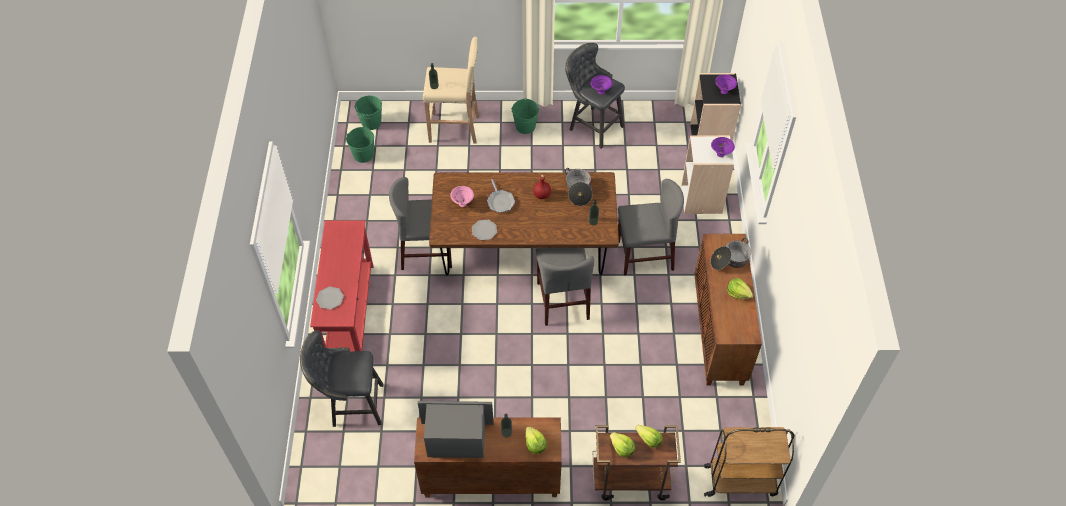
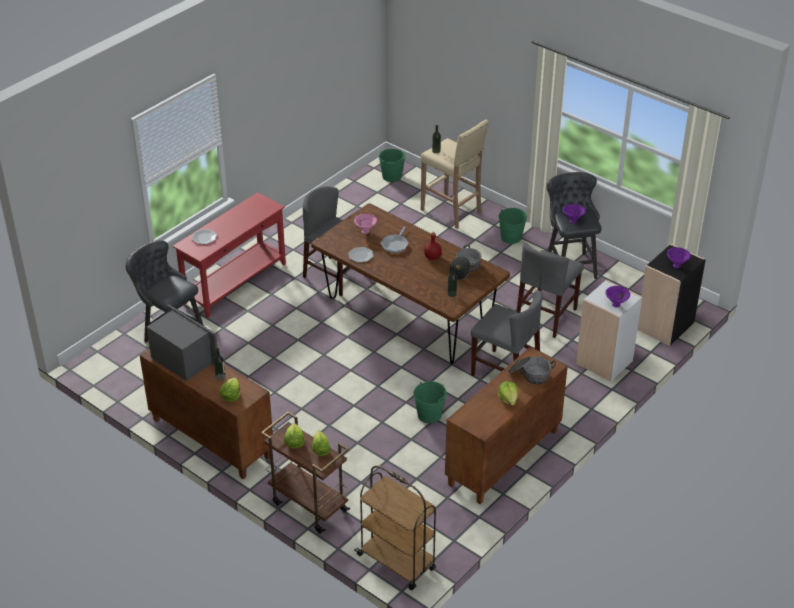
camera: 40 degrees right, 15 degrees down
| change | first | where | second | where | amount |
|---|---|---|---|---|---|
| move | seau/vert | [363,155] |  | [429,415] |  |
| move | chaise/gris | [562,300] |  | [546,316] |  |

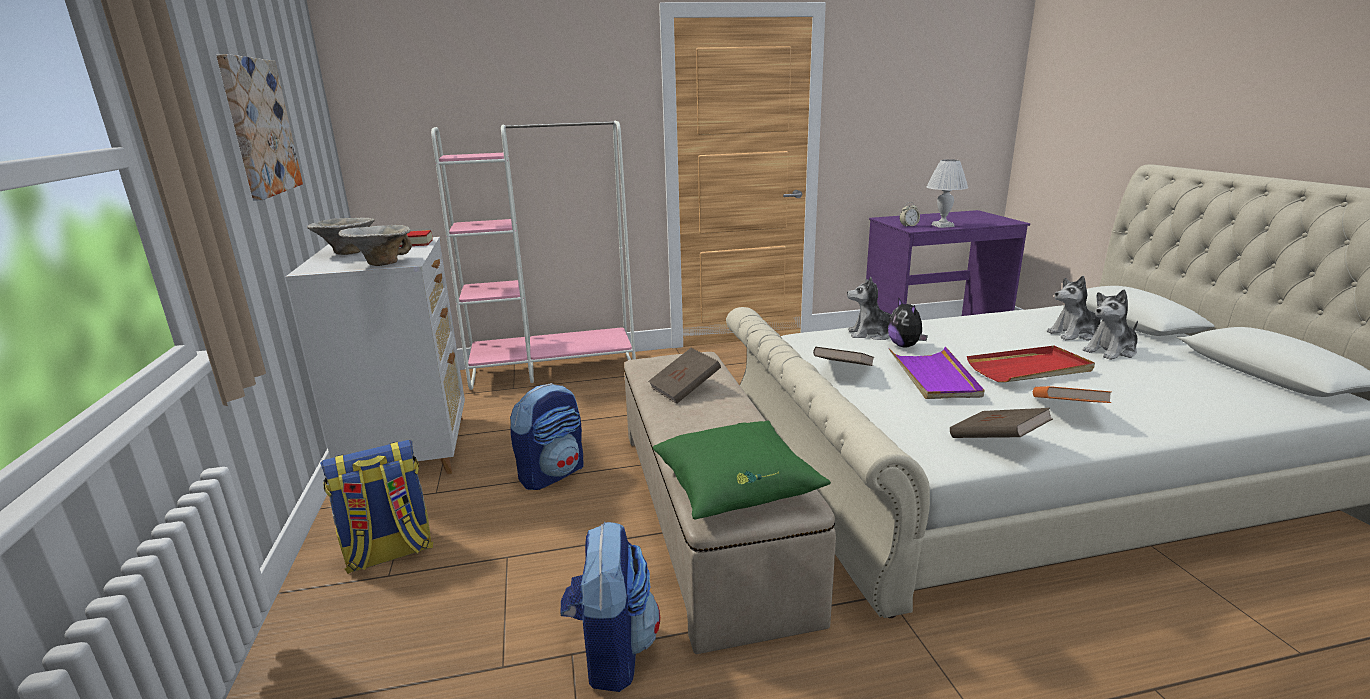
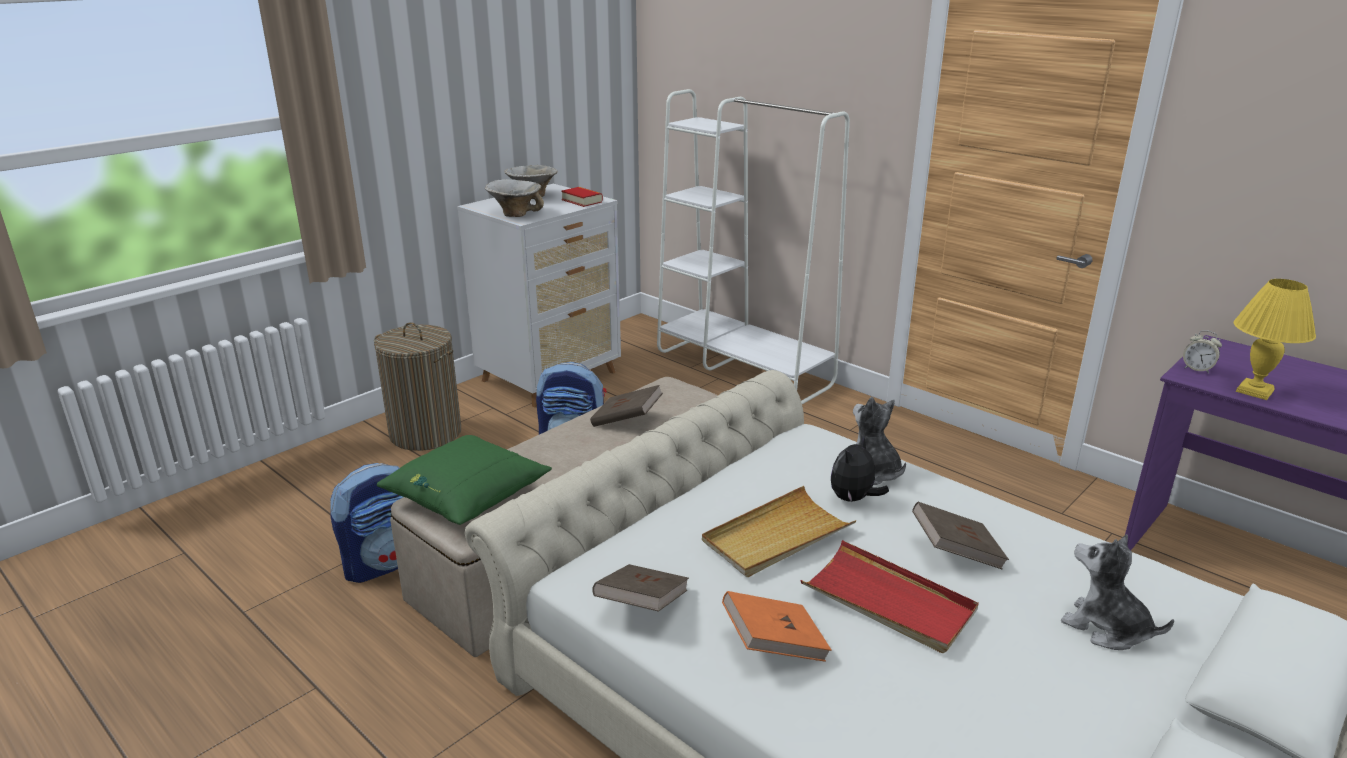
camera: 55 degrees right, 5 degrees up
| change | first | where | second | where | amount |
|---|---|---|---|---|---|
| delete | tableau | [258,127] |  |  |  |
| replace | sac à dos | [389,553] | panier à linge | [425,433] |  |
| recolor | portant/rose | [554,372] | portant/blanc | [744,370] |  |
| move | livre/marron | [843,371] |  | [956,552] |  |
| recolor | plateau/violet | [934,376] | plateau/beige | [777,536] |  |
| recolor | lampe de table/blanc | [943,226] | lampe de table/jaune | [1255,391] |  |
| delete | peluche | [1111,351] |  |  |  |

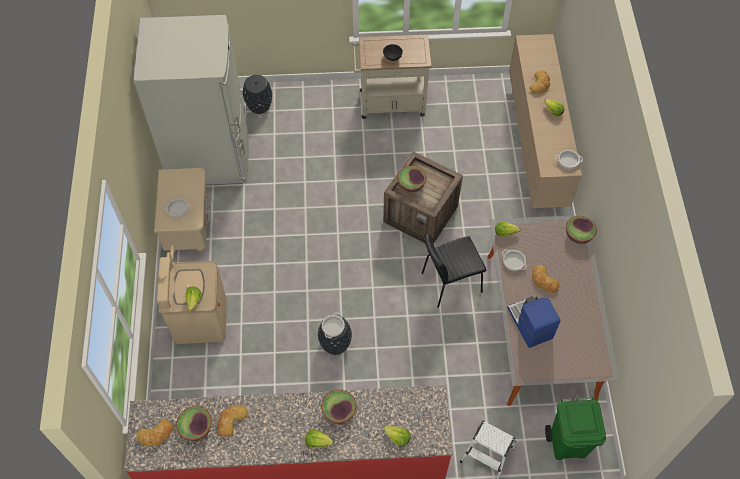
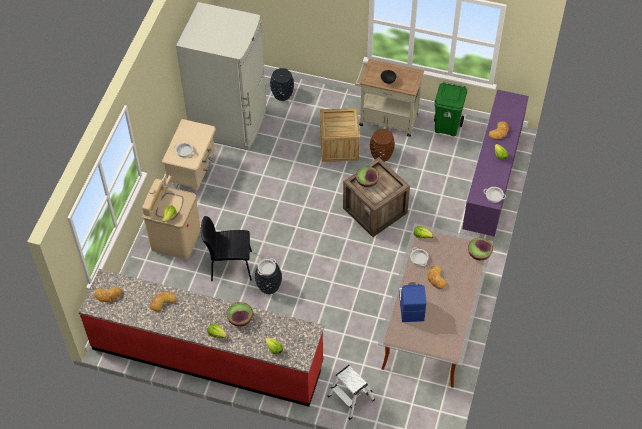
camera: 20 degrees right, 5 degrees down
| change | first | where | second | where | amount |
|---|---|---|---|---|---|
| delete | bol | [196,428] |  |  |  |
| move | chaise/noir | [449,283] |  | [229,266] |  |
| recolor | meuble de rangement/beige | [536,146] | meuble de rangement/violet | [492,185] |  |
| move | poubelle/vert | [568,444] |  | [447,127] |  |
| insert |  |  | caisse | [339,146] |  |
| insert |  |  | tabouret/marron | [381,154] |  |

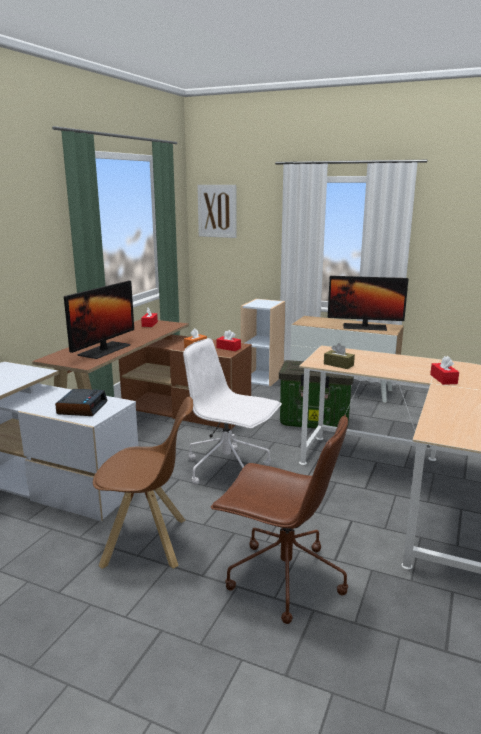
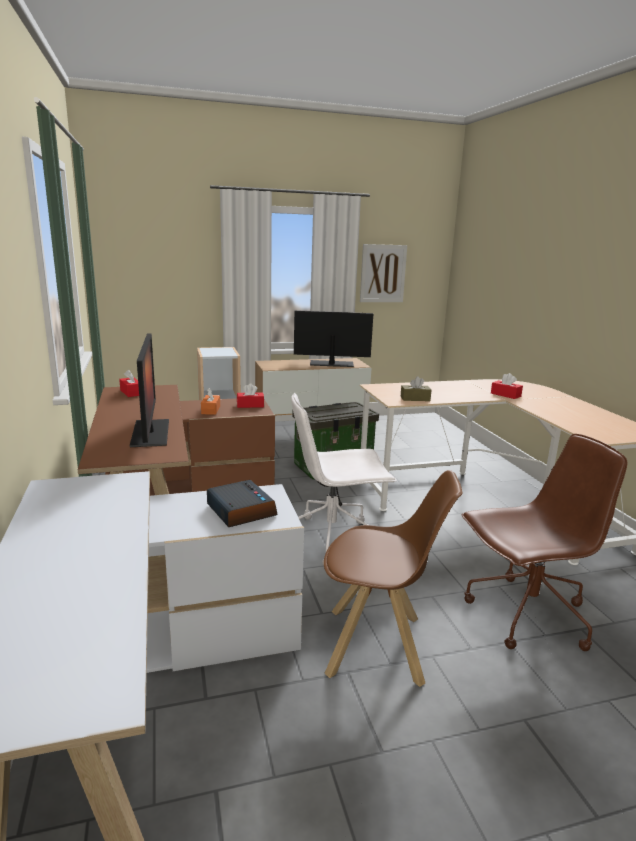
camera: 40 degrees left, 0 degrees up
| change | first | where | second | where | amount |
|---|---|---|---|---|---|
| rotate | chaise/marron | [148,542] |  | [378,646] | 45 degrees clockwise |
| move | tableau | [217,211] |  | [383,273] |  |
| rotate | écran d'ordinateur | [364,327] |  | [331,364] | 150 degrees counterclockwise |

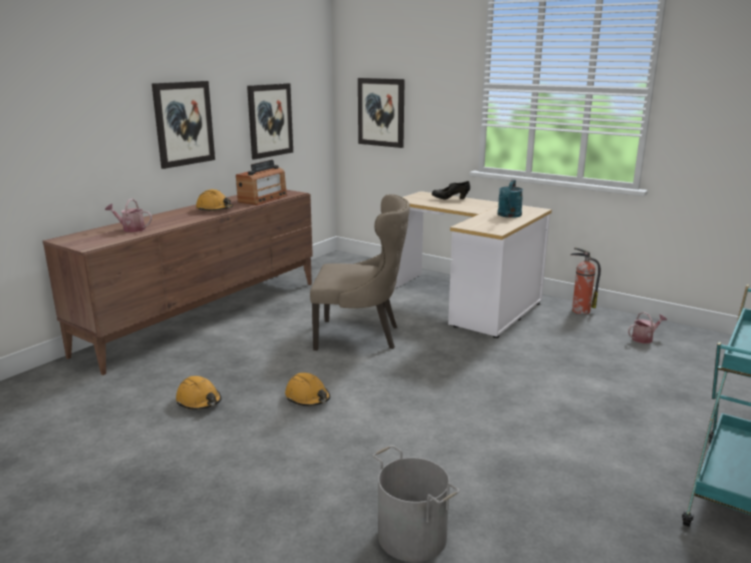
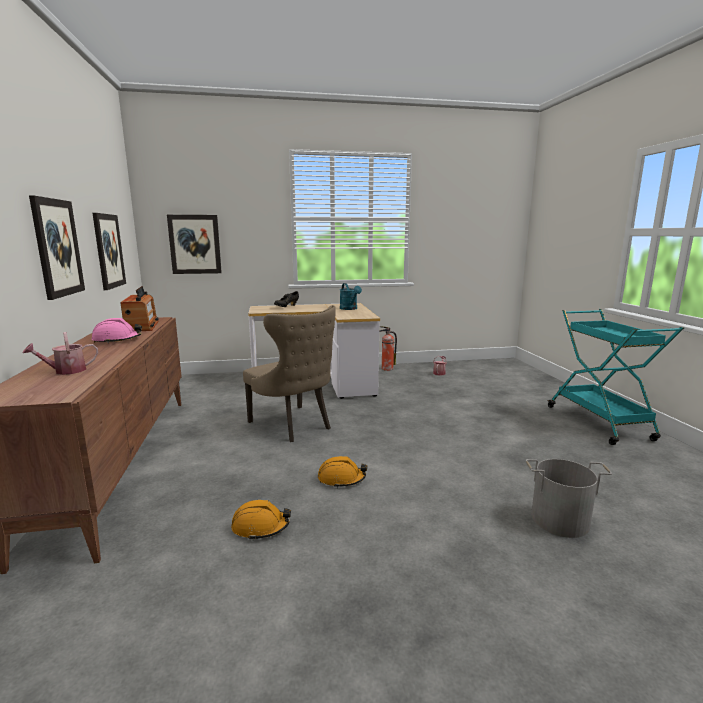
camera: 45 degrees left, 5 degrees down
| change | first | where | second | where | amount |
|---|---|---|---|---|---|
| recolor | casque de chantier/orange | [215,209] | casque de chantier/rose | [117,340] |  |
| rotate | chaise/beige | [361,336] |  | [294,425] | 90 degrees clockwise |

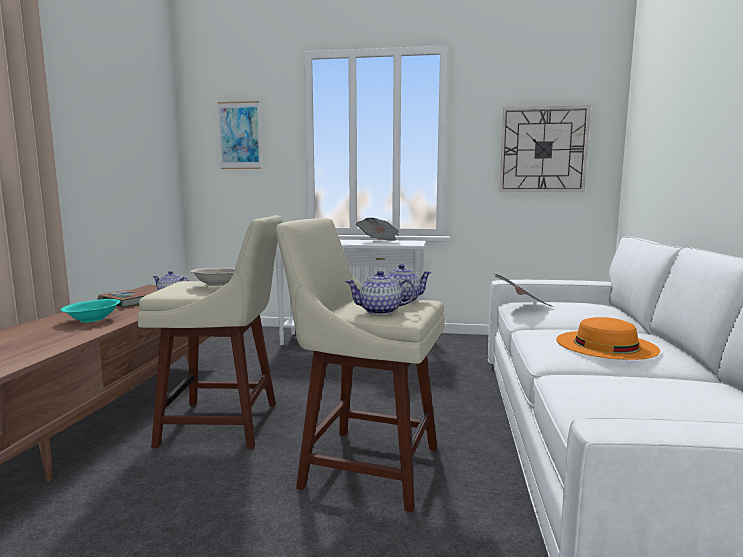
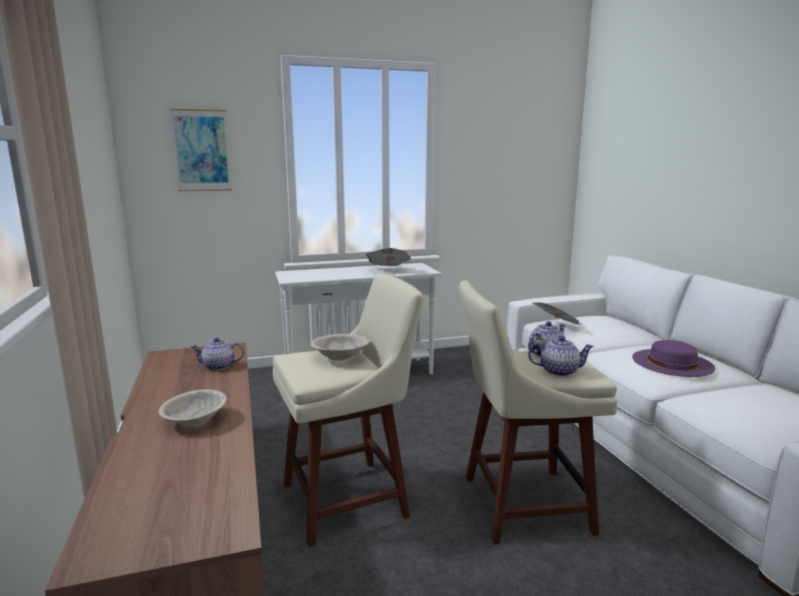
camera: 25 degrees left, 5 degrees up
| change | first | where | second | where | amount |
|---|---|---|---|---|---|
| recolor | bol/turquoise | [93,320] | bol/beige | [195,420] |  |
| delete | livre | [126,302] |  |  |  |
| rotate | théière | [380,311] |  | [558,371] | 150 degrees counterclockwise |
| delete | horloge murale | [543,150] |  |  |  |
| recolor | chapeau/orange | [606,344] | chapeau/violet | [672,362] |  |

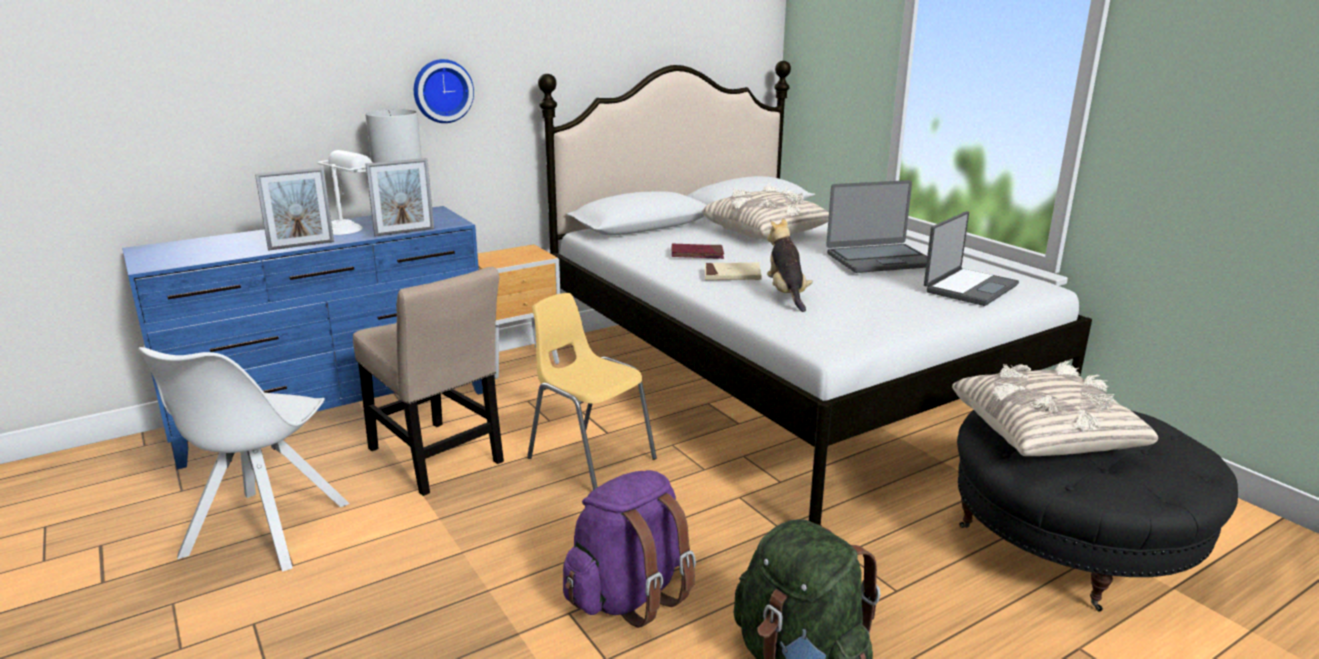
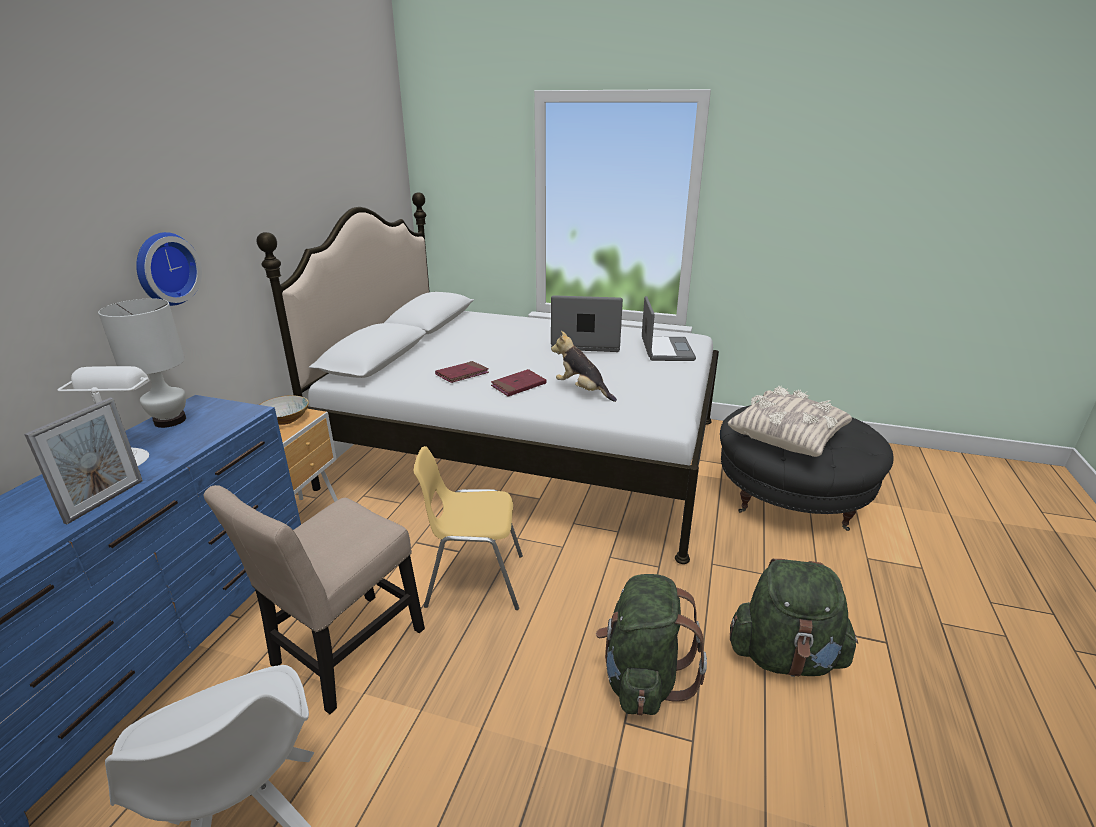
camera: 40 degrees left, 5 degrees up
| change | first | where | second | where | amount |
|---|---|---|---|---|---|
| rotate | chaise/beige | [437,459] |  | [344,653] | 120 degrees clockwise |
| delete | cadre photo | [404,232] |  |  |  |
| recolor | sac à dos/violet | [630,595] | sac à dos/vert | [643,678] |  |
| delete | coussin/beige | [764,234] |  |  |  |
| recolor | livre/beige | [732,275] | livre/rouge | [518,385] |  |
| rotate | ordinateur portable | [879,259] |  | [586,343] | 120 degrees counterclockwise |
| insert |  |  | bol | [285,420] |  |

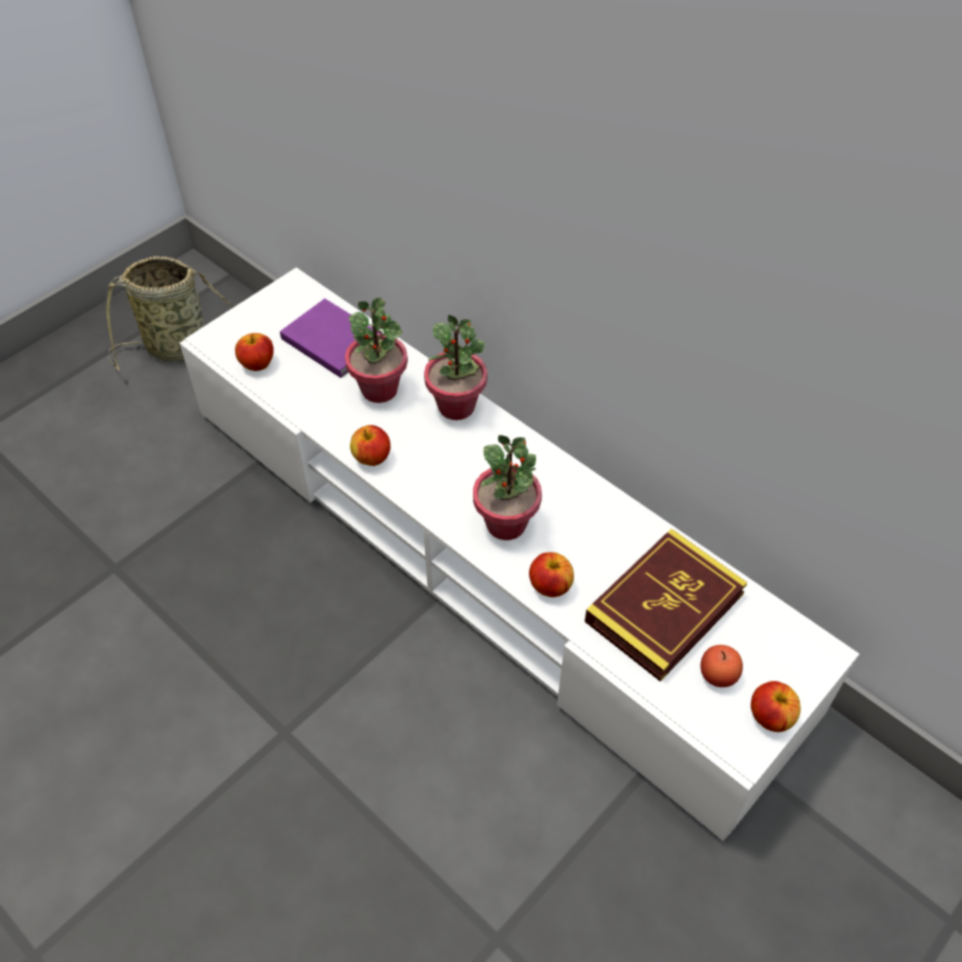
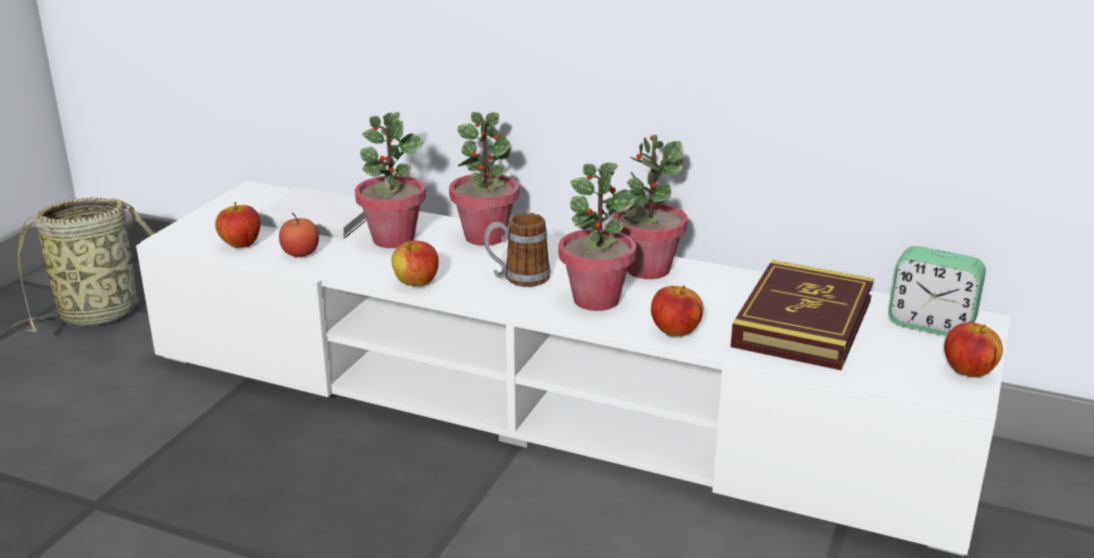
camera: 20 degrees left, 25 degrees down
| change | first | where | second | where | amount |
|---|---|---|---|---|---|
| recolor | livre/violet | [332,339] | livre/blanc | [317,216] |  |
| move | pomme | [718,675] |  | [300,253] |  |
| insert |  |  | mug | [517,278] |  |
| insert |  |  | plante en pot | [647,269] |  |
| insert |  |  | réveil | [930,324] |  |

